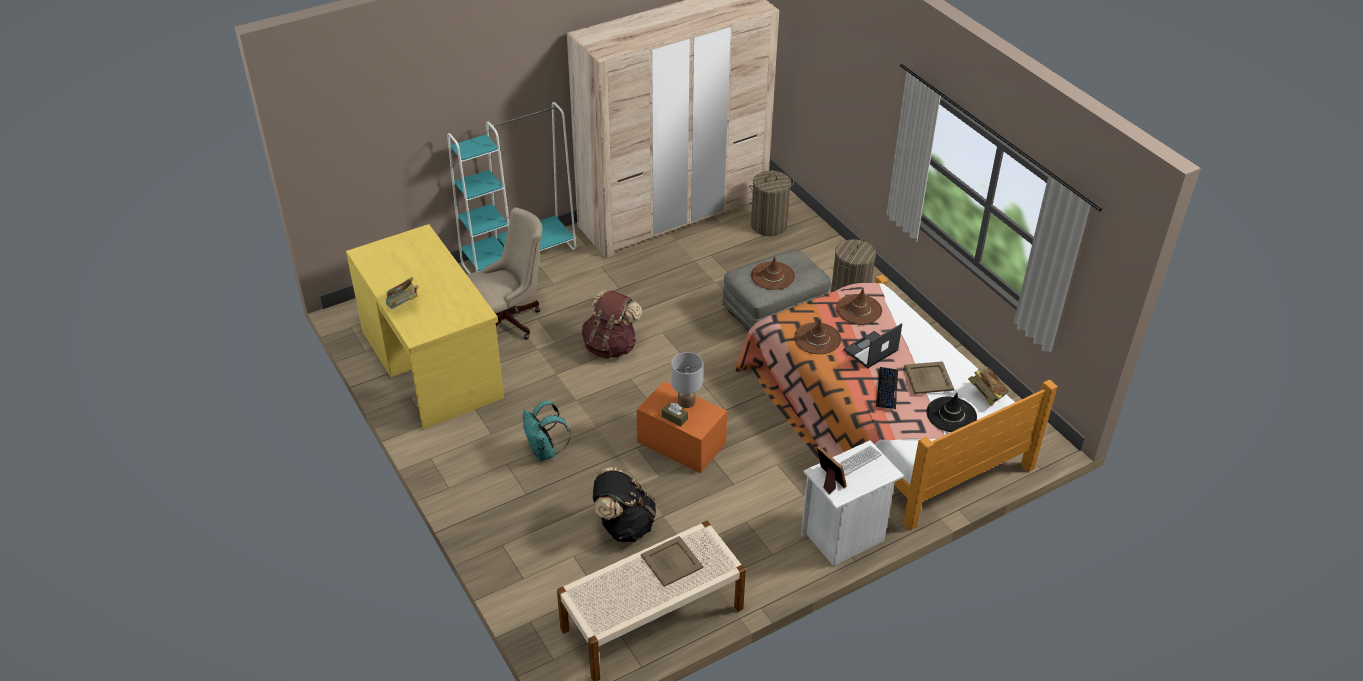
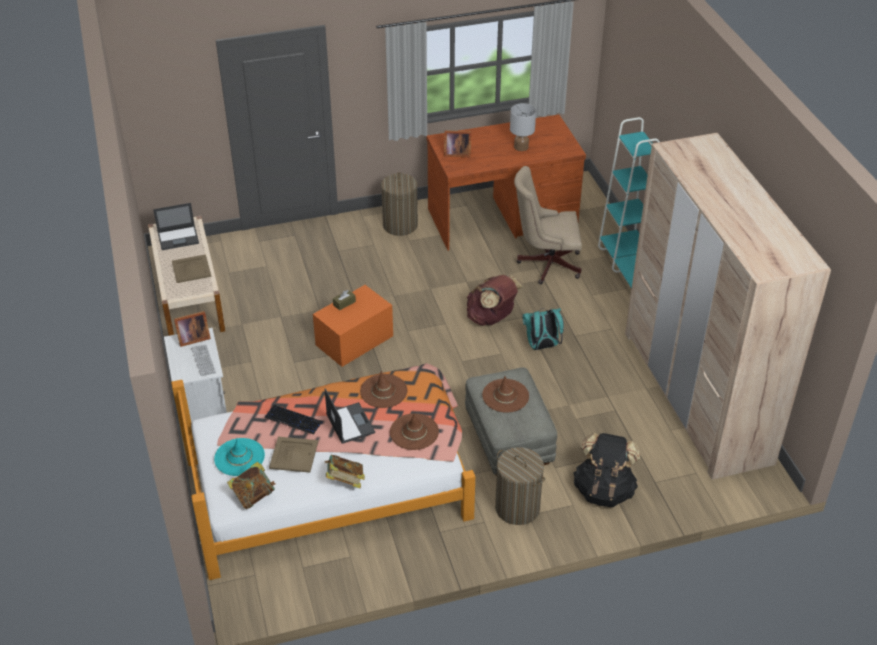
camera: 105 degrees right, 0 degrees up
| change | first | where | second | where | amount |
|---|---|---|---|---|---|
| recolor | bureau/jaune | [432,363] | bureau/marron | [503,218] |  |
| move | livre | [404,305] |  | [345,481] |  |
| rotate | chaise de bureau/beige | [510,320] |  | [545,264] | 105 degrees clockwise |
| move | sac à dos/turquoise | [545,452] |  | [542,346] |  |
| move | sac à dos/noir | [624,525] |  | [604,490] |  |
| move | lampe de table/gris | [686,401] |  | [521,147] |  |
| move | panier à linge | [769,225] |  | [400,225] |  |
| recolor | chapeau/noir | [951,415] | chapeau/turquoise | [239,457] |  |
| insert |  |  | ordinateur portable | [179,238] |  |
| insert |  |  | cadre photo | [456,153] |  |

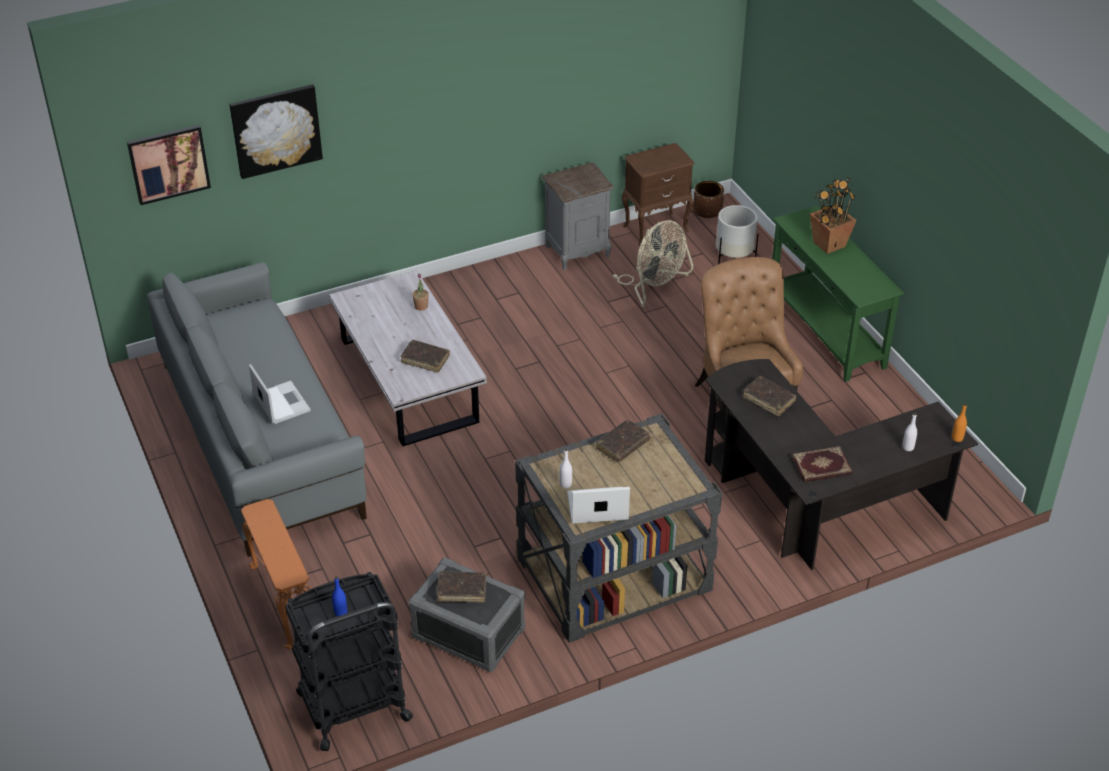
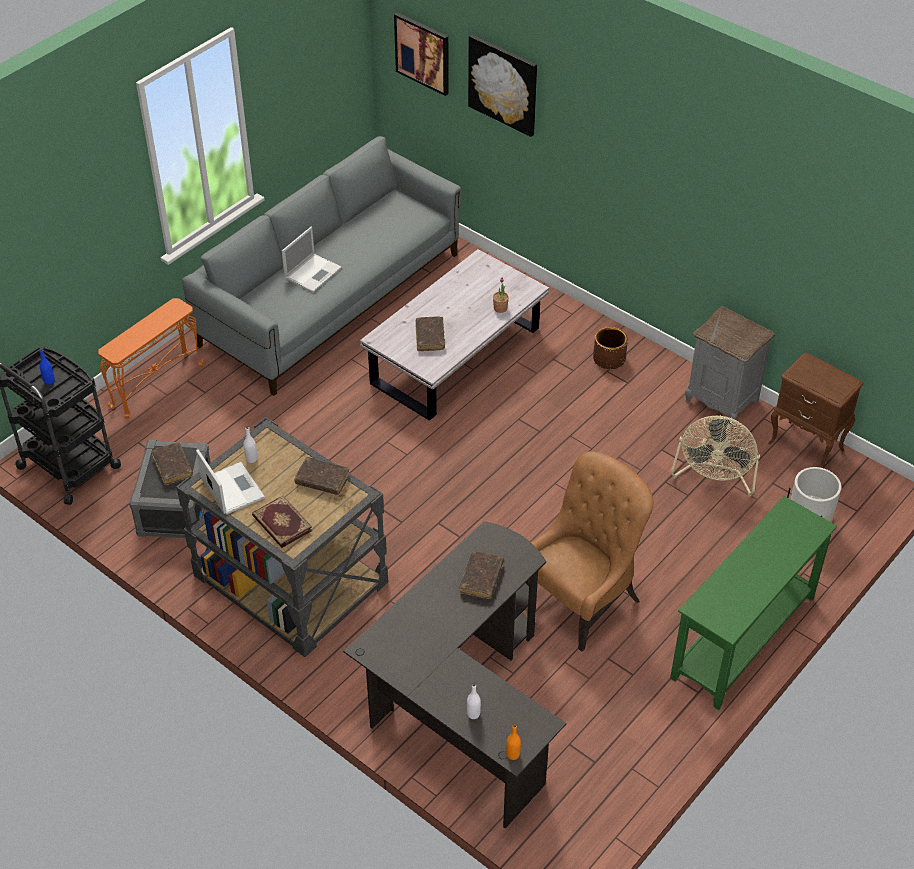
camera: 65 degrees right, 5 degrees up
| change | first | where | second | where | amount |
|---|---|---|---|---|---|
| move | cache-pot/marron | [707,210] |  | [609,359] |  |
| move | livre | [822,467] |  | [281,524] |  |
| delete | plante en pot | [828,244] |  |  |  |

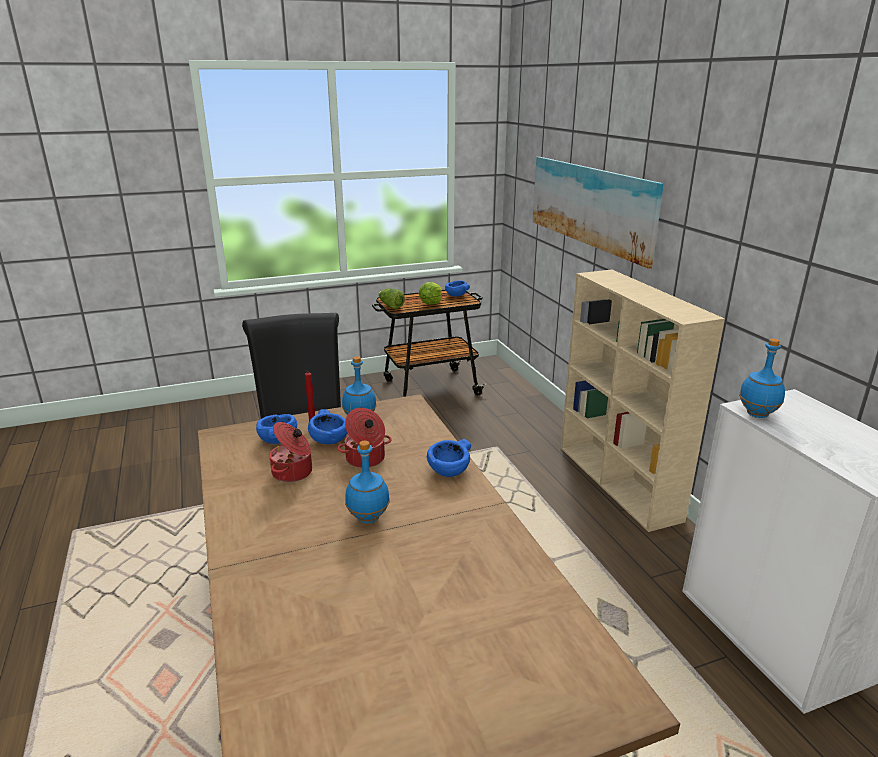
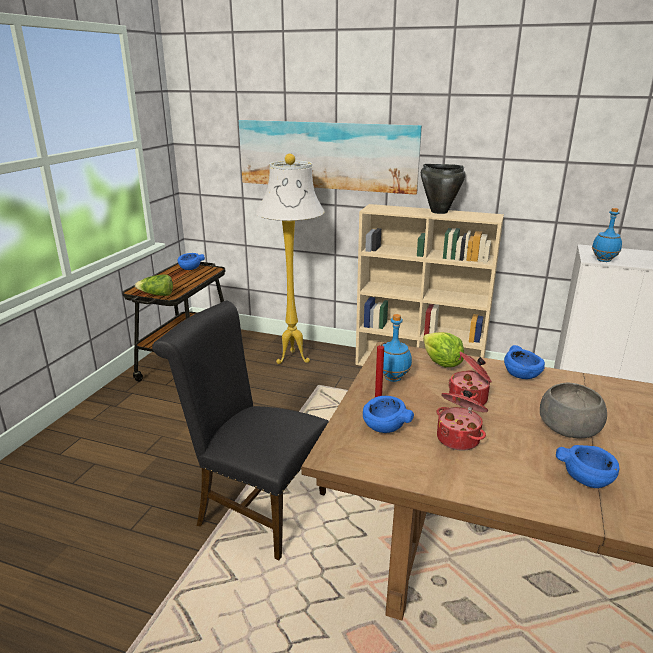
camera: 50 degrees left, 0 degrees up
| change | first | where | second | where | amount |
|---|---|---|---|---|---|
| move | bol/bleu | [330,440] |  | [586,479] |  |
| replace | bouteille/bleu | [368,517] | bol/gris | [567,428] |  |
| move | laitue | [431,303] |  | [441,363] |  |
| insert |  |  | lampadaire/blanc | [294,359] |  |
| insert |  |  | marmite/noir | [439,211] |  |

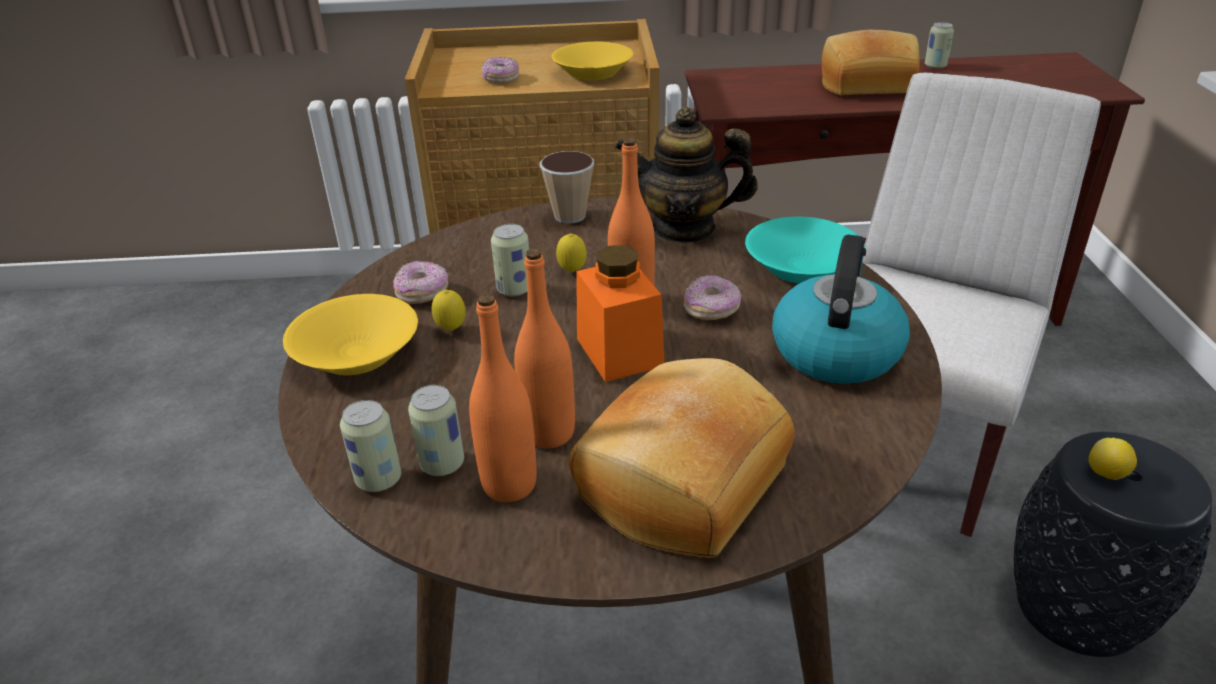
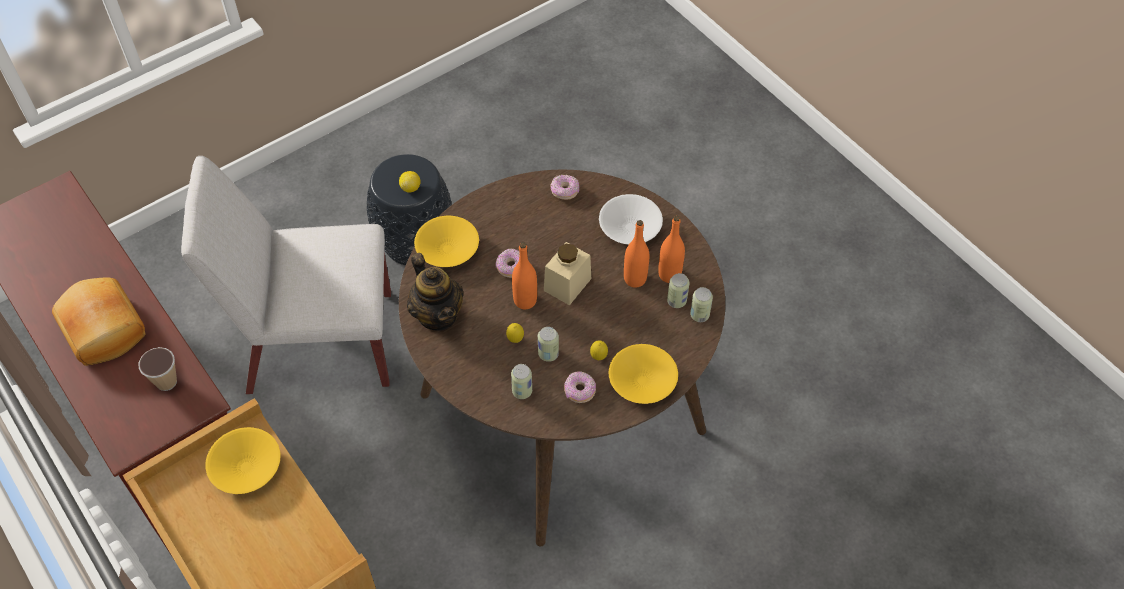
camera: 125 degrees left, 20 degrees up
| change | first | where | second | where | amount |
|---|---|---|---|---|---|
| move | beignet | [500,79] |  | [564,191] |  |
| move | tasse | [570,216] |  | [166,382] |  |
| replace | pain | [677,482] | bol/blanc | [629,228] |  |
| recolor | bocal/orange | [619,352] | bocal/beige | [567,284] |  |
| recolor | bol/turquoise | [800,267] | bol/jaune | [448,250] |  |
| delete | bouilloire | [835,350] |  |  |  |
| move | boîte métallique | [935,66] |  | [522,391] |  |

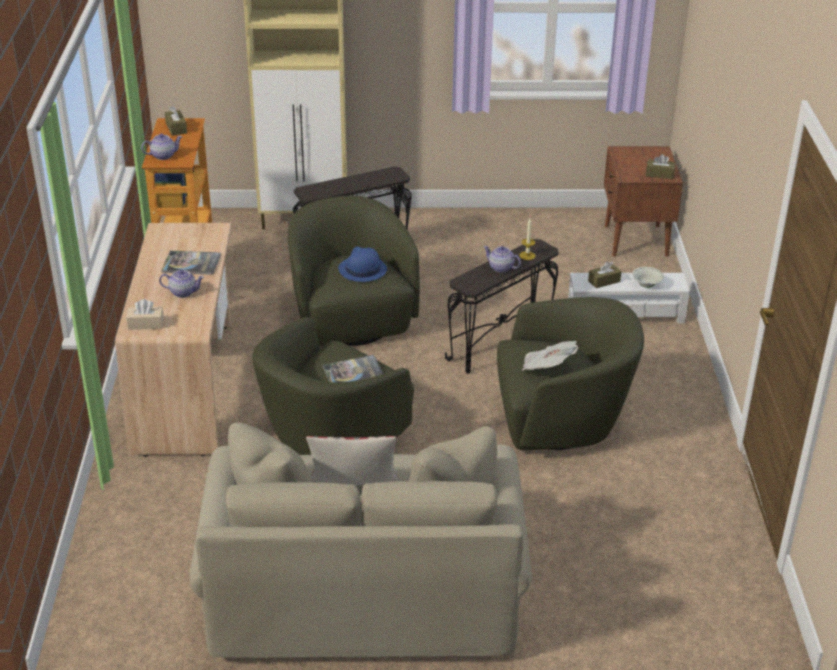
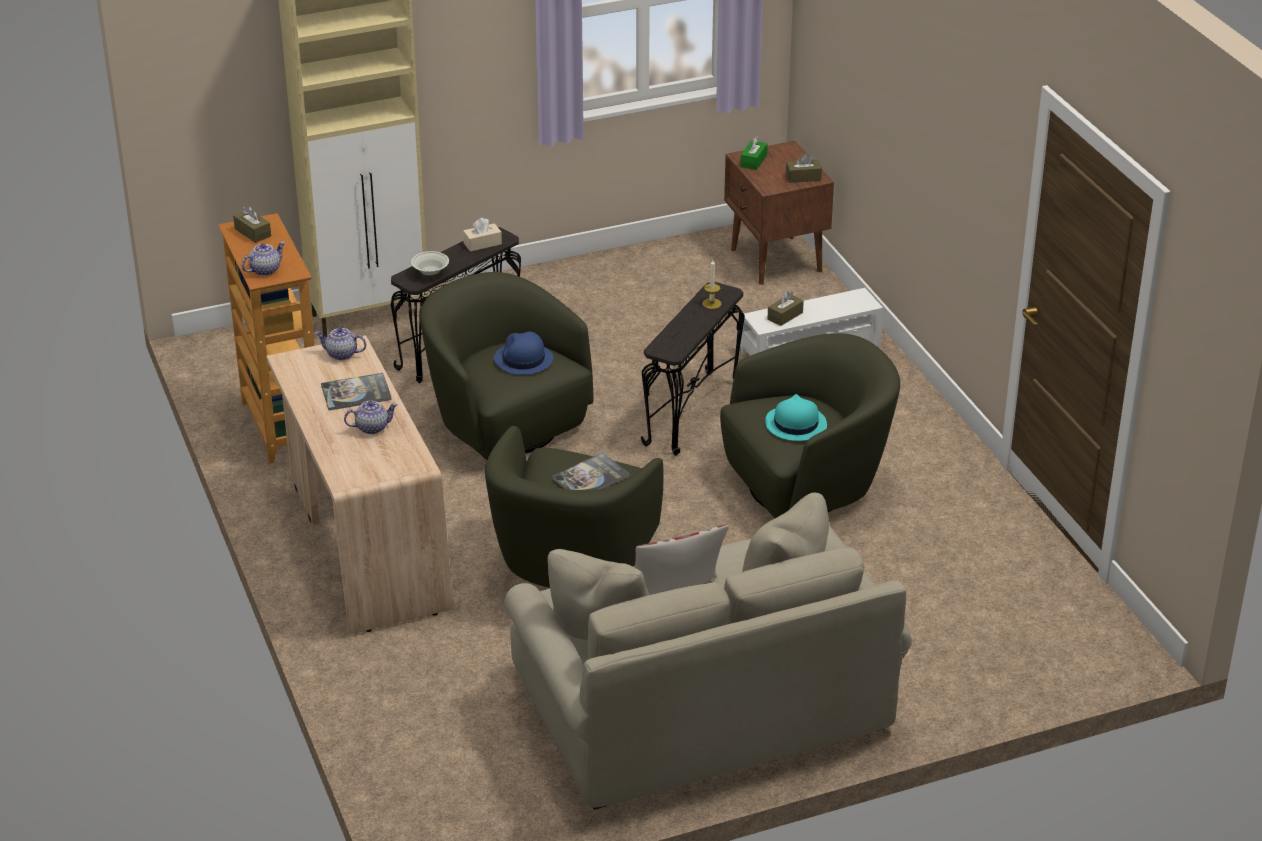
camera: 20 degrees left, 0 degrees up
| change | first | where | second | where | amount |
|---|---|---|---|---|---|
| move | boîte à mouchoirs/beige | [146,324] |  | [482,243] |  |
| move | théière | [500,268] |  | [341,354] |  |
| replace | journal | [547,367] | chapeau/turquoise | [795,424] |  |
| move | bol/blanc | [646,285] |  | [430,273] |  |
| insert |  |  | boîte à mouchoirs/vert | [753,161] |  |

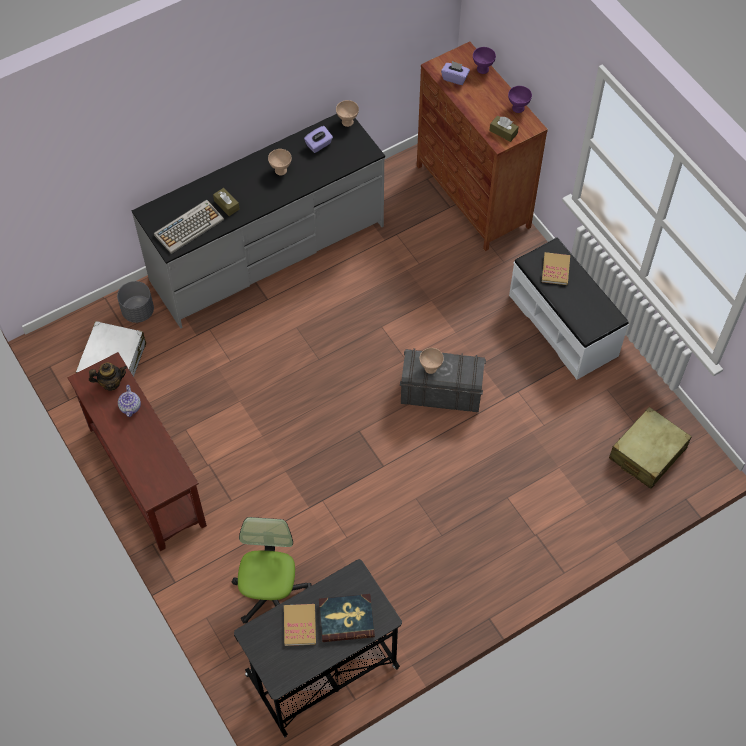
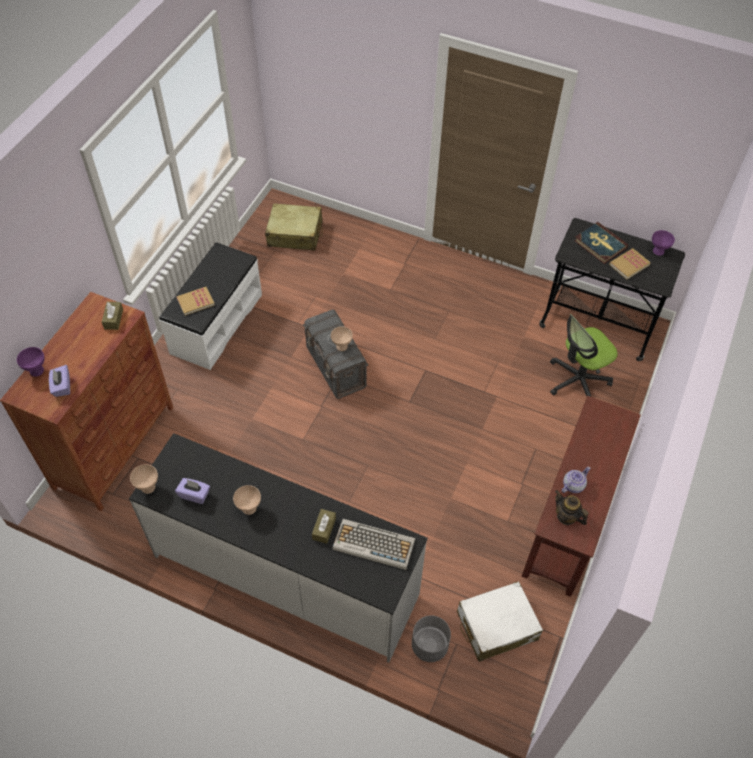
camera: 125 degrees left, 5 degrees down
| change | first | where | second | where | amount |
|---|---|---|---|---|---|
| move | bol/violet | [518,108] |  | [658,251] |  |

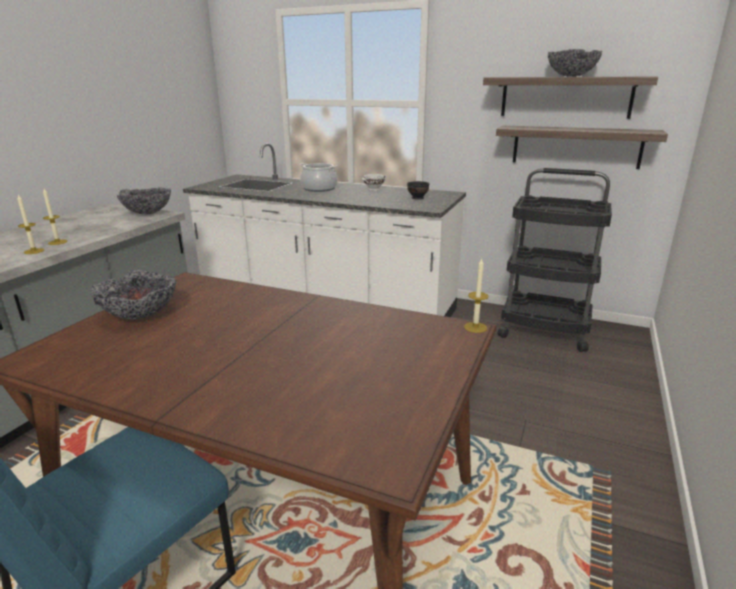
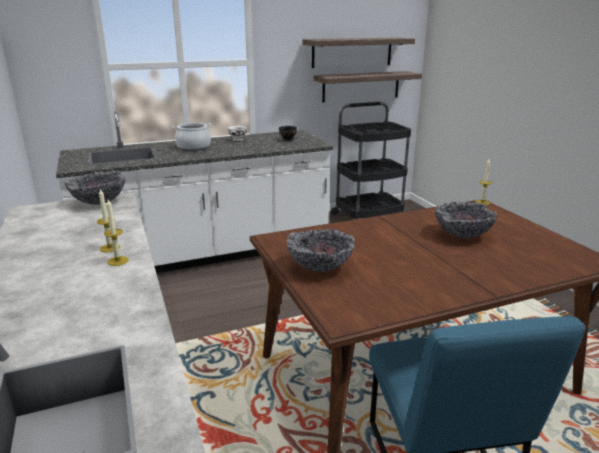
camera: 45 degrees left, 0 degrees up
| change | first | where | second | where | amount |
|---|---|---|---|---|---|
| move | bol | [571,76] |  | [461,235] |  |

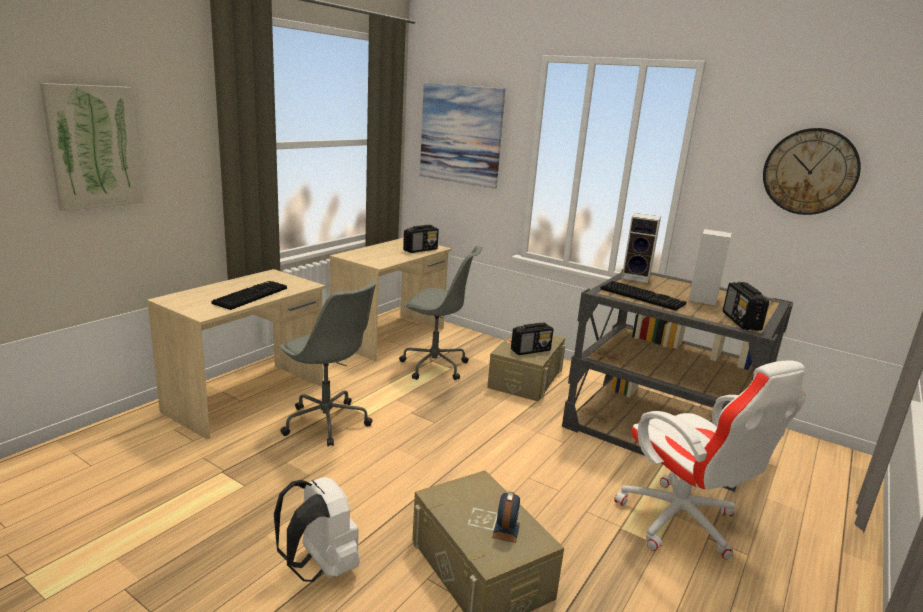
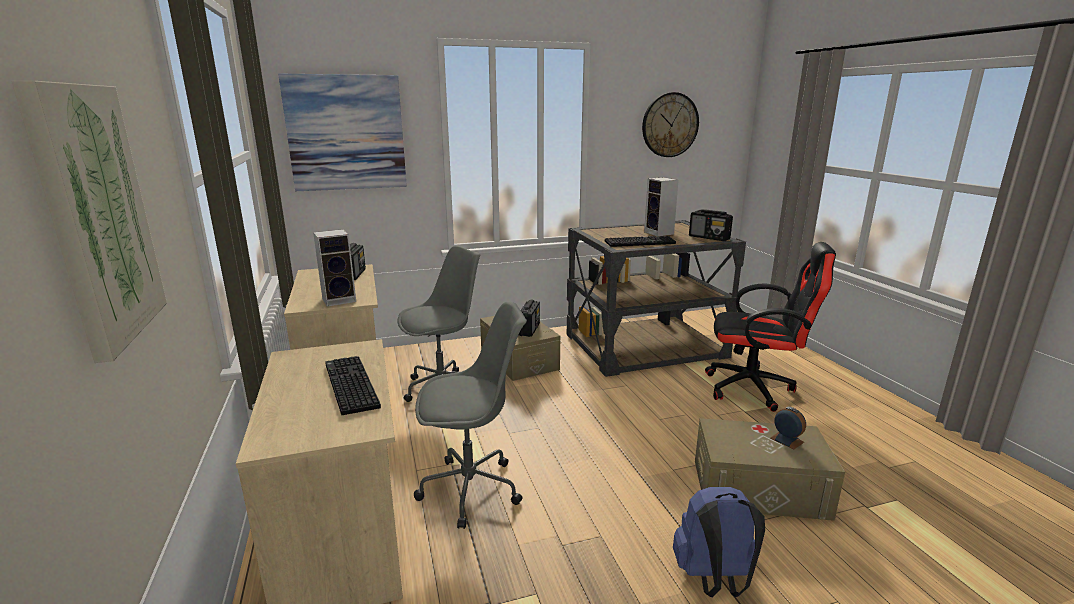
camera: 50 degrees left, 0 degrees up
| change | first | where | second | where | amount |
|---|---|---|---|---|---|
| recolor | sac à dos/blanc | [320,567] | sac à dos/bleu | [714,580] |  |
| recolor | chaise de bureau/blanc | [684,527] | chaise de bureau/noir | [756,390] |  |
| move | enceinte | [637,277] |  | [340,300] |  |

